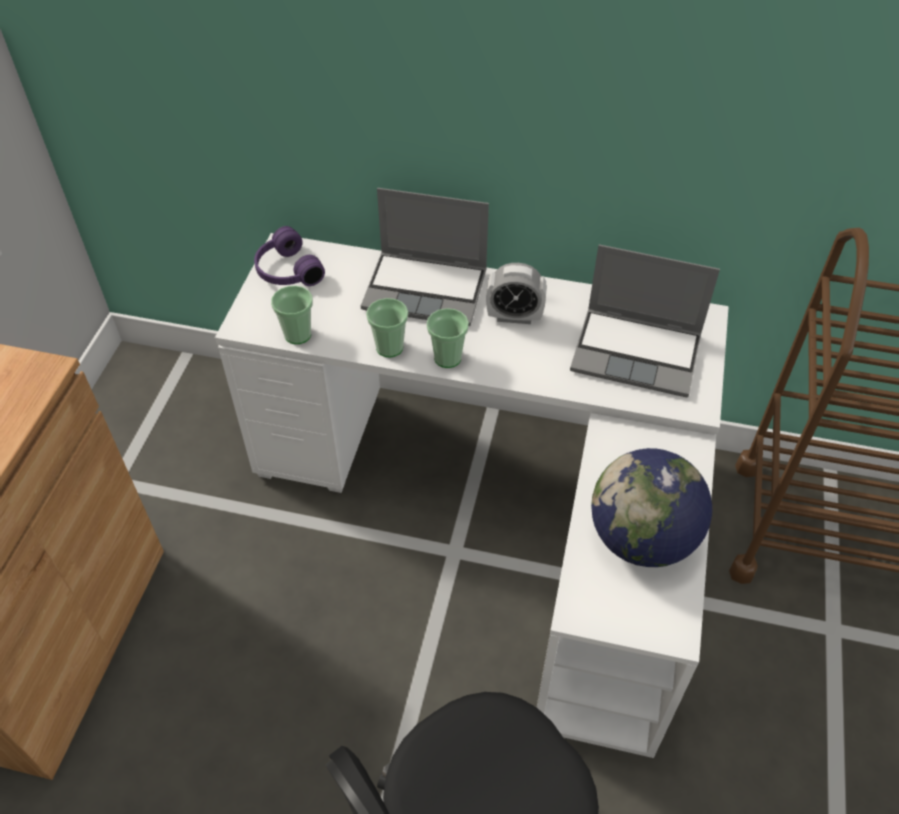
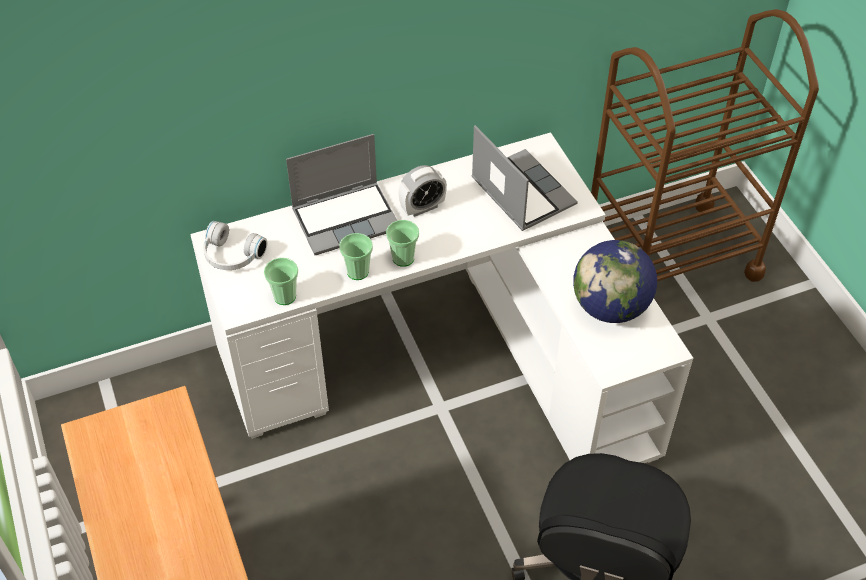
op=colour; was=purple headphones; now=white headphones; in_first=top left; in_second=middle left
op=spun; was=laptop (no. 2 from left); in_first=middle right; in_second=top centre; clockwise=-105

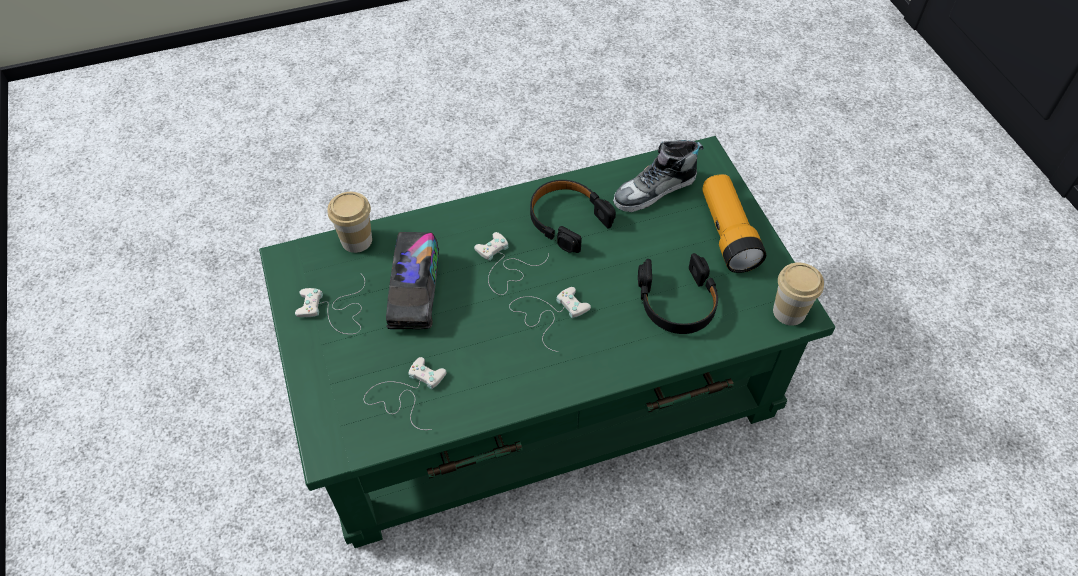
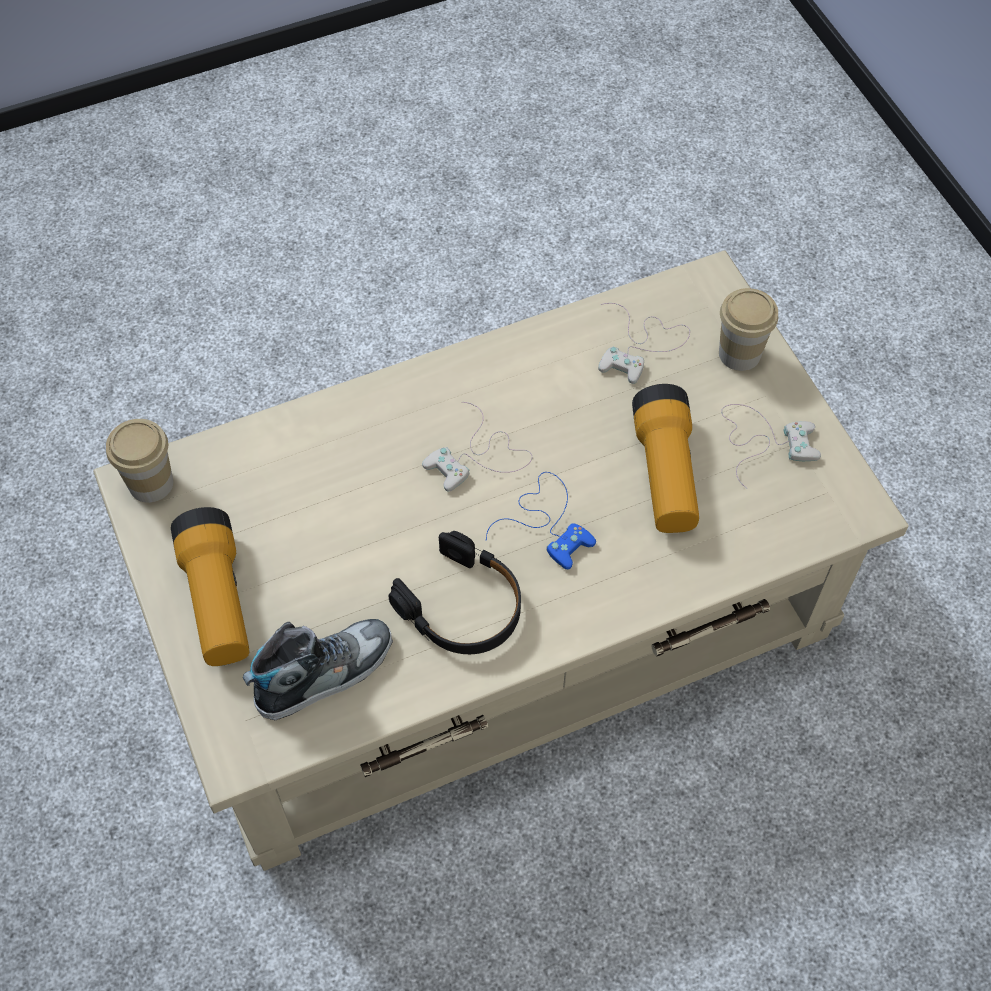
op=missing; was=black headphones (no. 2 from left); in_first=centre
op=relocated; was=cup (no. 1 from left in the first image); now=cup (no. 2 from left); in_first=middle left; in_second=top right
op=exchanged; was=toy truck; now=flashlight (no. 2 from left); in_first=centre; in_second=middle right
op=colour; was=green coffee table; now=beige coffee table; in_first=centre; in_second=centre
op=colour; was=white game controller (no. 3 from left); now=blue game controller; in_first=centre; in_second=centre

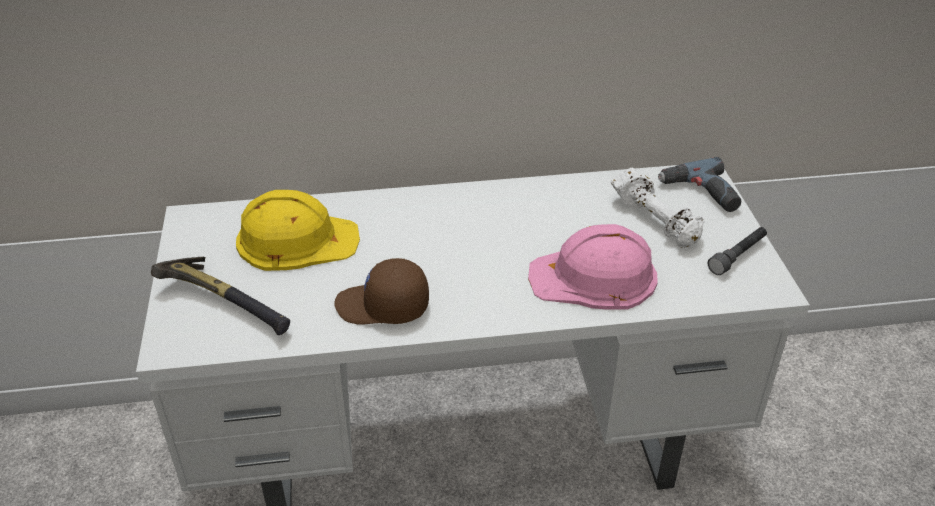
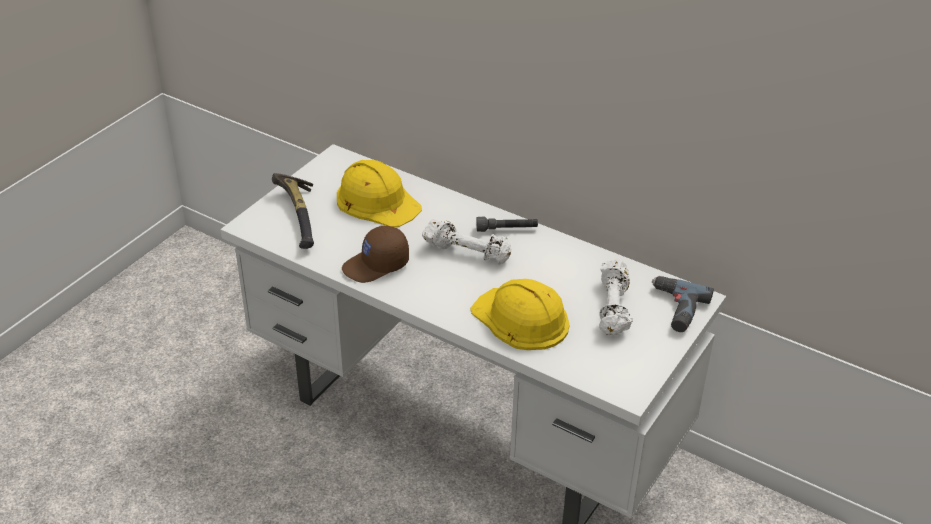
op=appeared; now=white dumbbell (no. 1 from left); in_second=centre
op=relocated; was=grey flashlight; in_first=middle right; in_second=centre
op=colour; was=pink hard hat; now=yellow hard hat (no. 2 from left); in_first=centre; in_second=centre
op=spun; was=brown cap; in_first=centre; in_second=centre; clockwise=-75

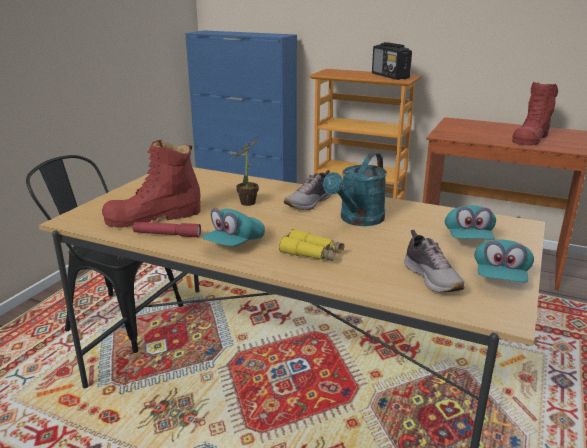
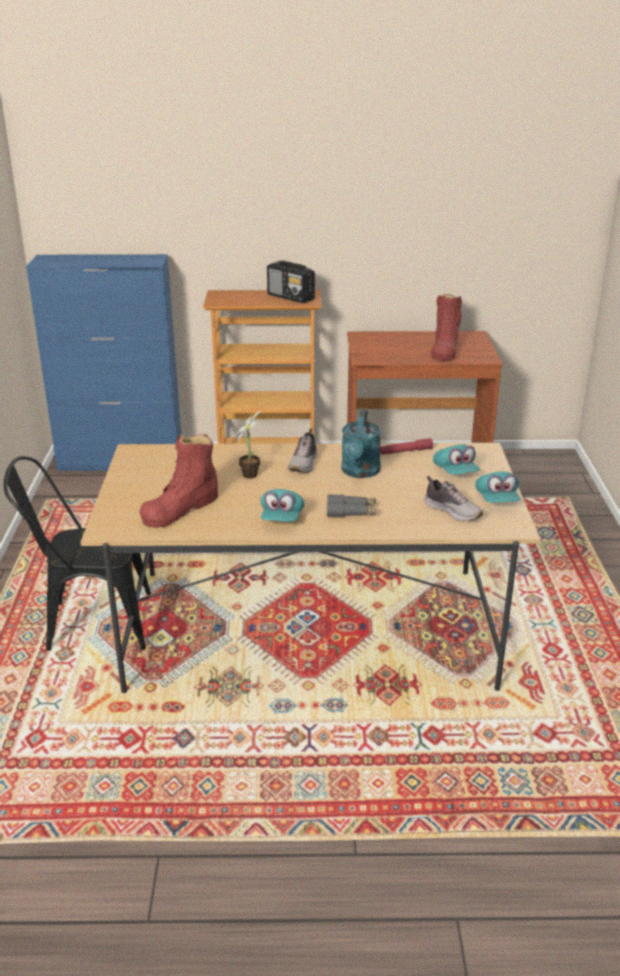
op=relocated; was=red flashlight; in_first=middle left; in_second=centre
op=colour; was=yellow binoculars; now=grey binoculars; in_first=centre; in_second=centre

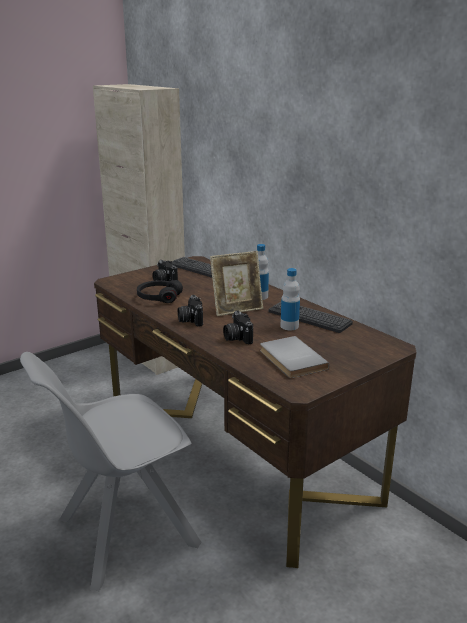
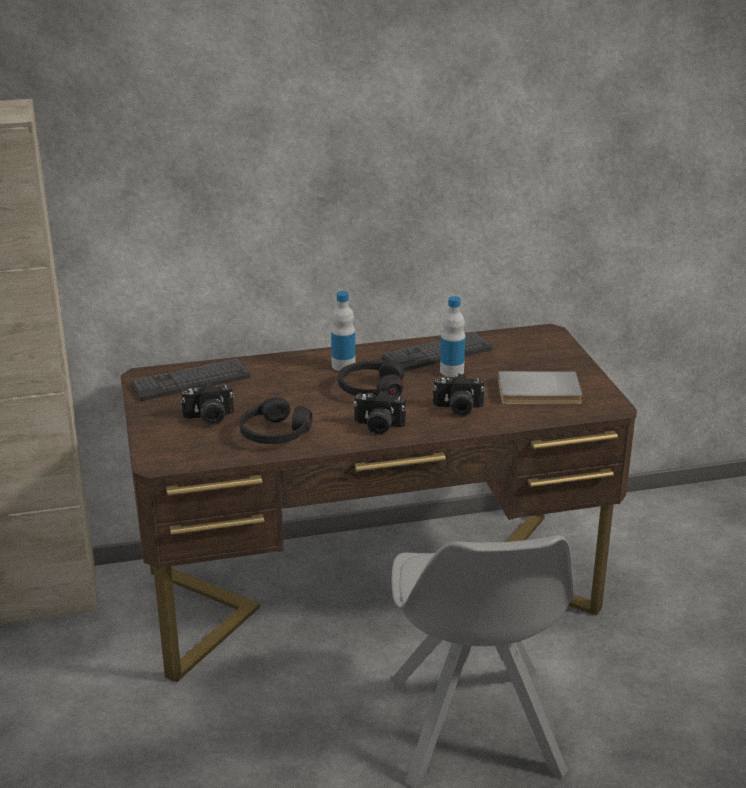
op=exchanged; was=picture frame; now=black headphones (no. 2 from left); in_first=centre; in_second=centre

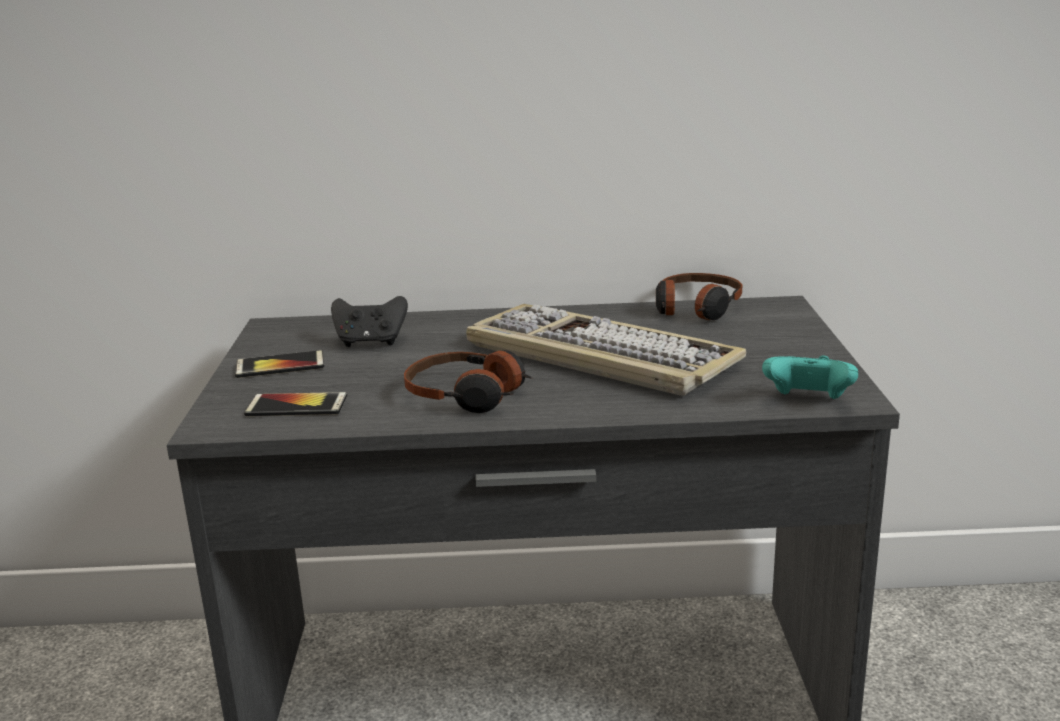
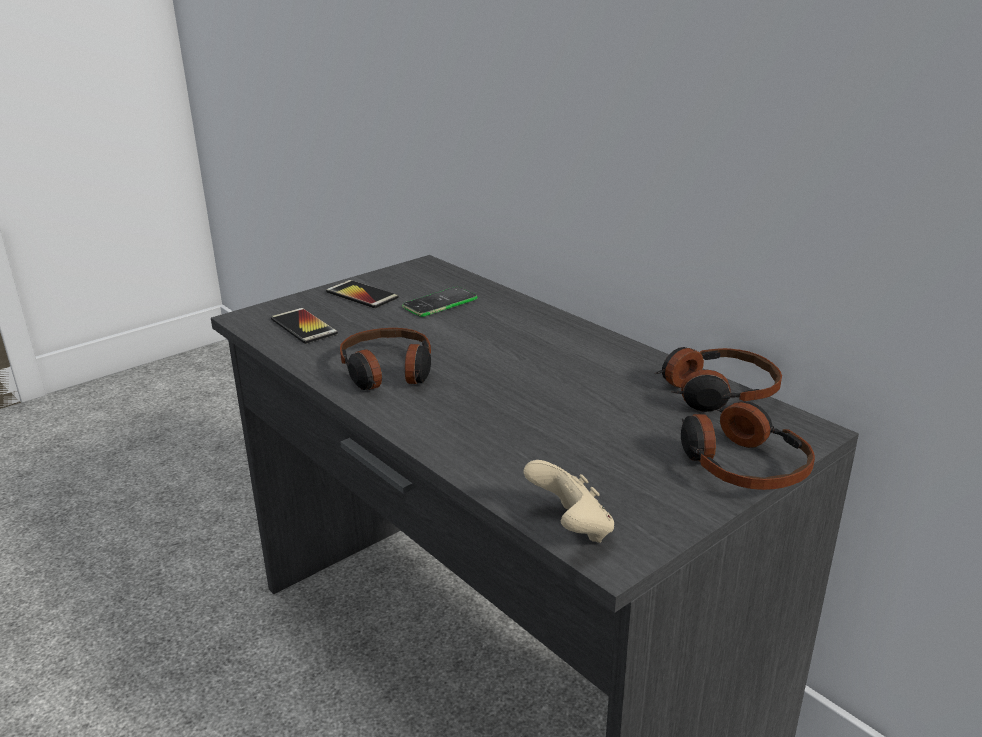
op=missing; was=keyboard; in_first=centre
op=appeared; now=headphones (no. 3 from left); in_second=middle right
op=exchanged; was=black game controller; now=phone (no. 3 from left); in_first=centre; in_second=centre
op=colour; was=turquoise game controller; now=beige game controller; in_first=middle right; in_second=bottom centre

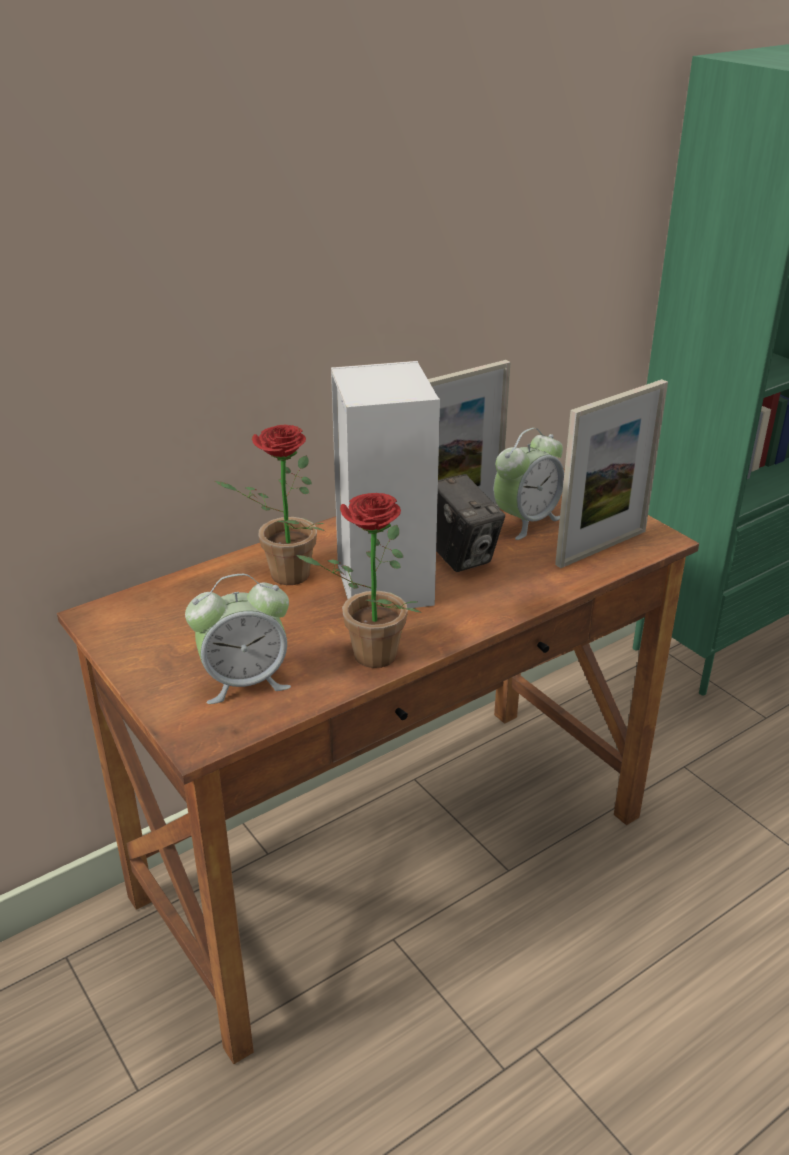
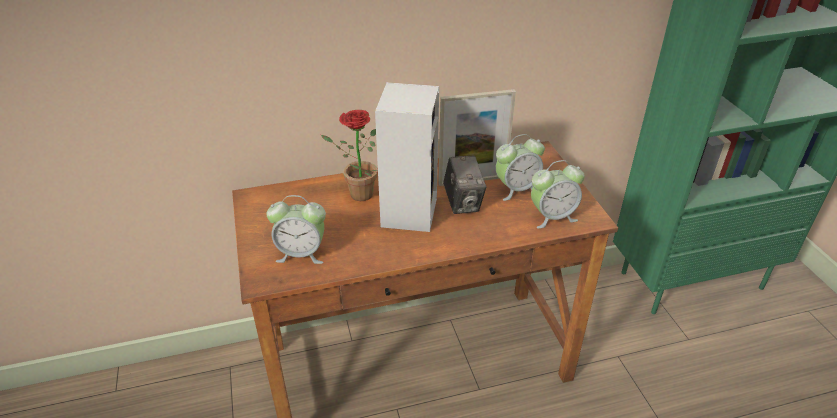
op=missing; was=potted plant (no. 2 from left); in_first=centre
op=exchanged; was=picture frame (no. 2 from left); now=alarm clock (no. 3 from left); in_first=middle right; in_second=middle right

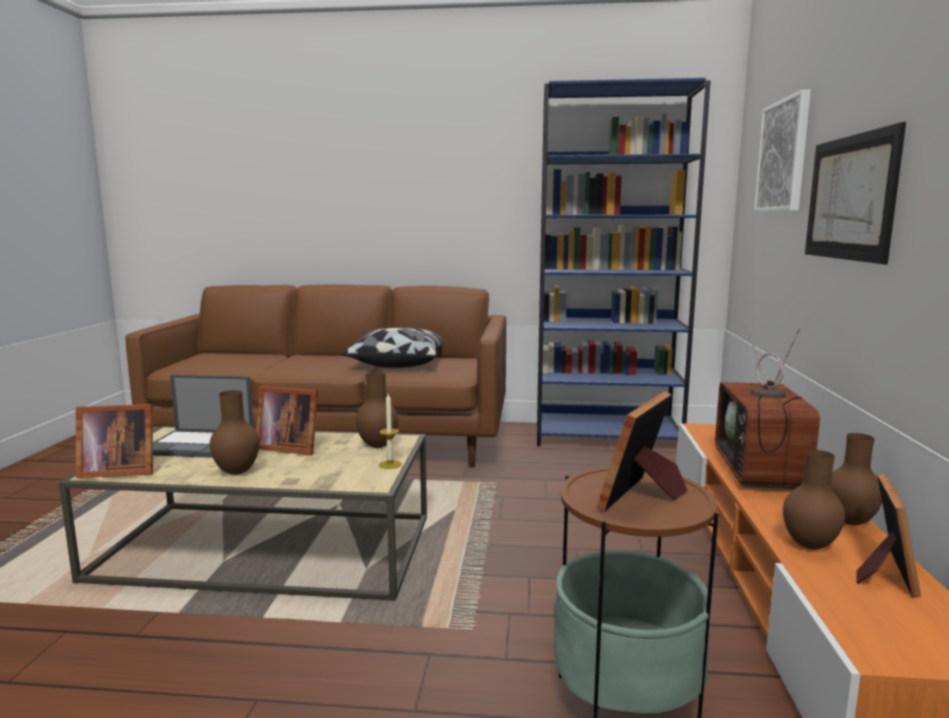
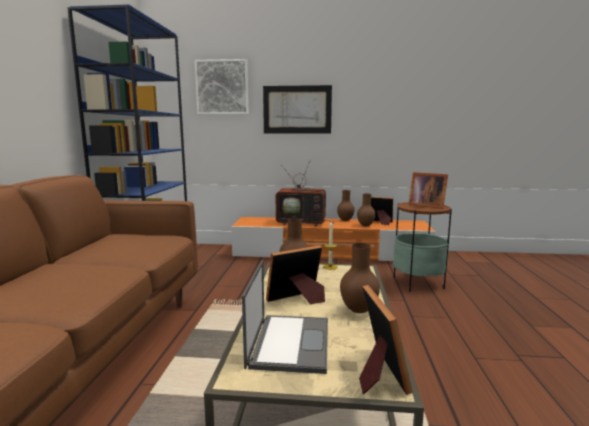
op=missing; was=pillow; in_first=centre
op=spun; was=picture frame (no. 2 from left in the first image); in_first=middle left; in_second=centre; clockwise=-135

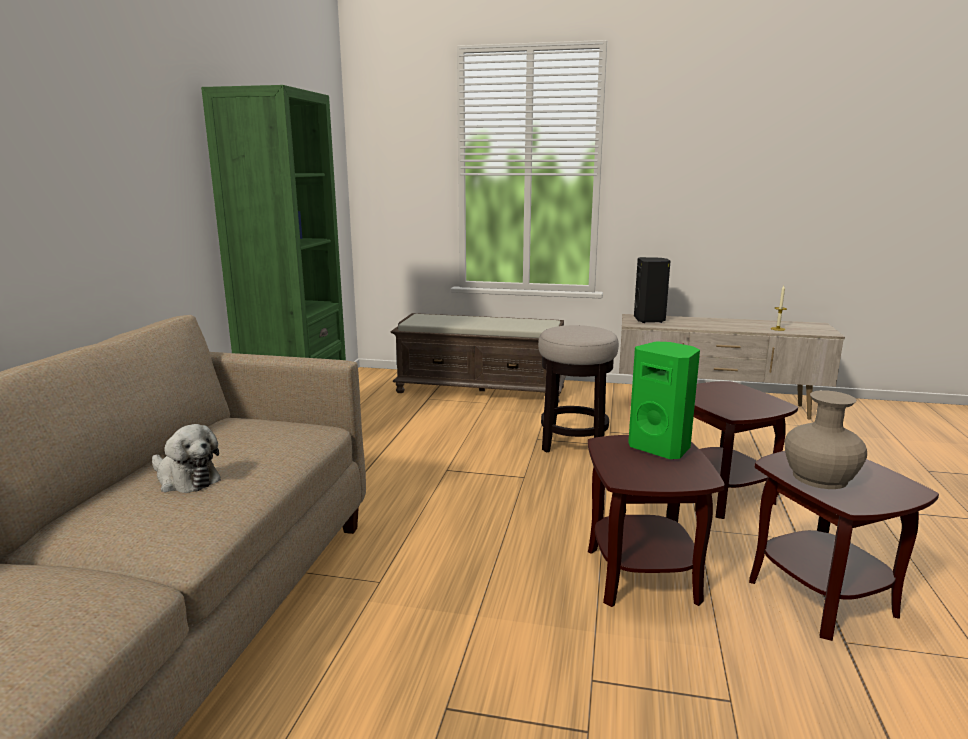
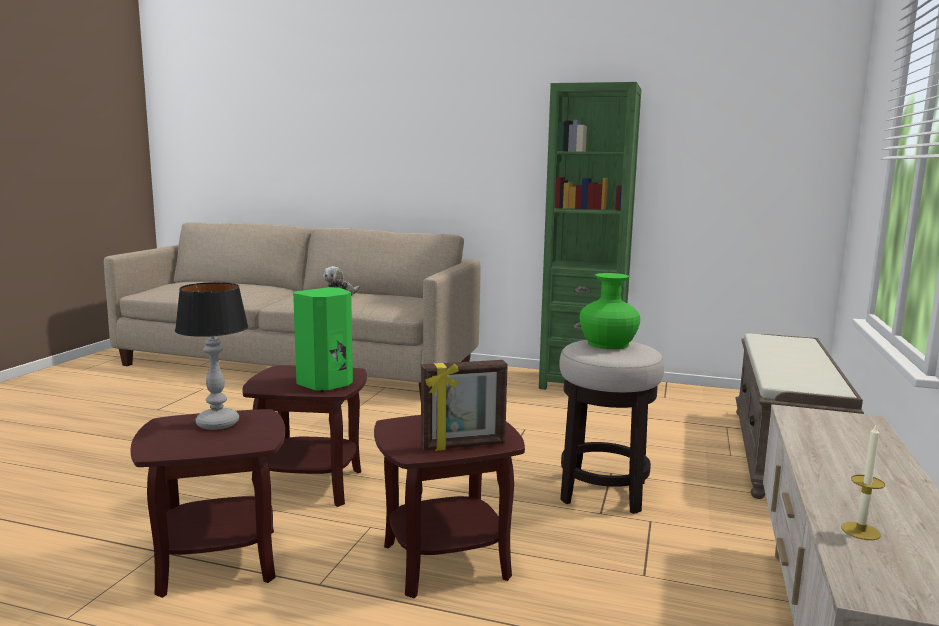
op=missing; was=black speaker; in_first=middle right
op=appeared; now=picture frame; in_second=centre
op=appeared; now=green vase; in_second=centre
op=exchanged; was=beige vase; now=table lamp; in_first=middle right; in_second=middle left

